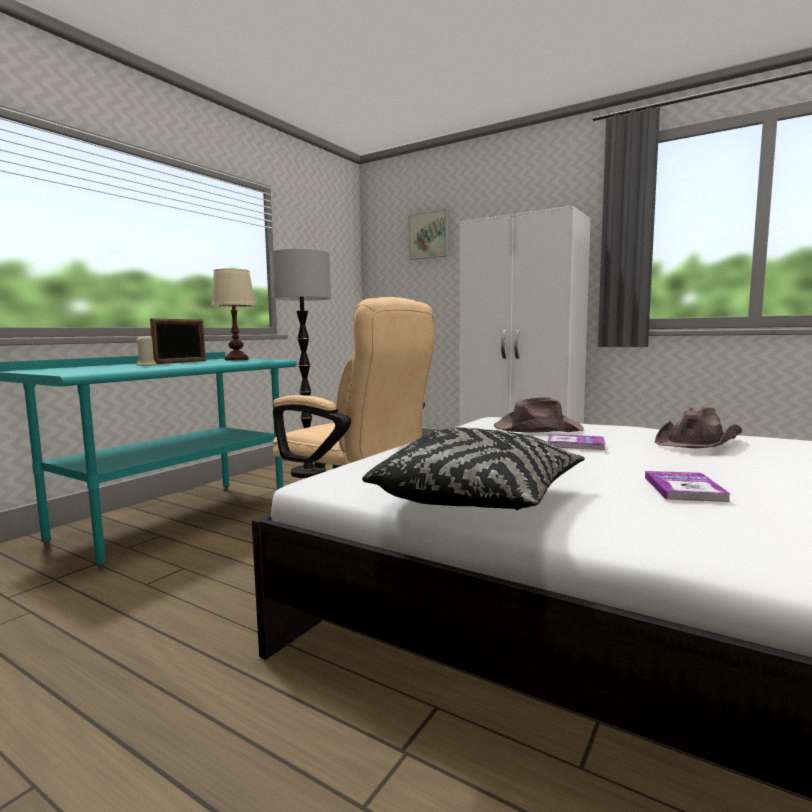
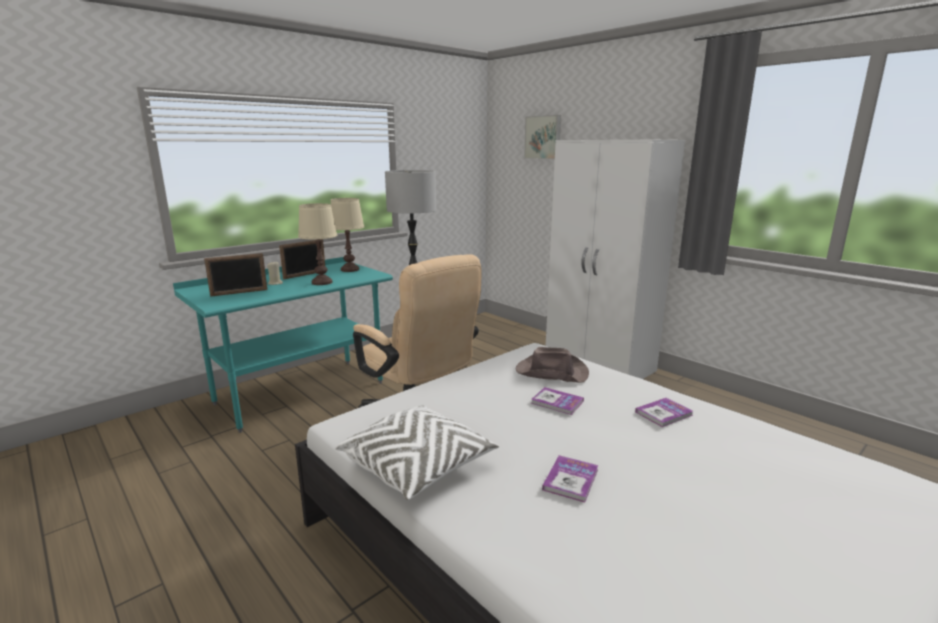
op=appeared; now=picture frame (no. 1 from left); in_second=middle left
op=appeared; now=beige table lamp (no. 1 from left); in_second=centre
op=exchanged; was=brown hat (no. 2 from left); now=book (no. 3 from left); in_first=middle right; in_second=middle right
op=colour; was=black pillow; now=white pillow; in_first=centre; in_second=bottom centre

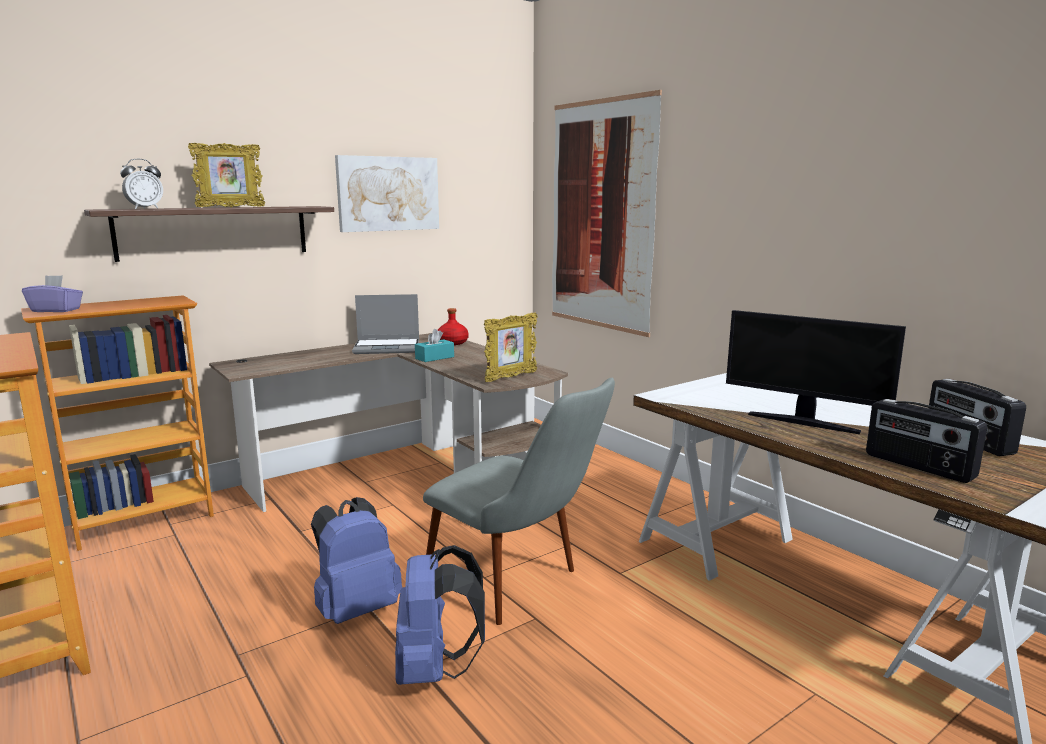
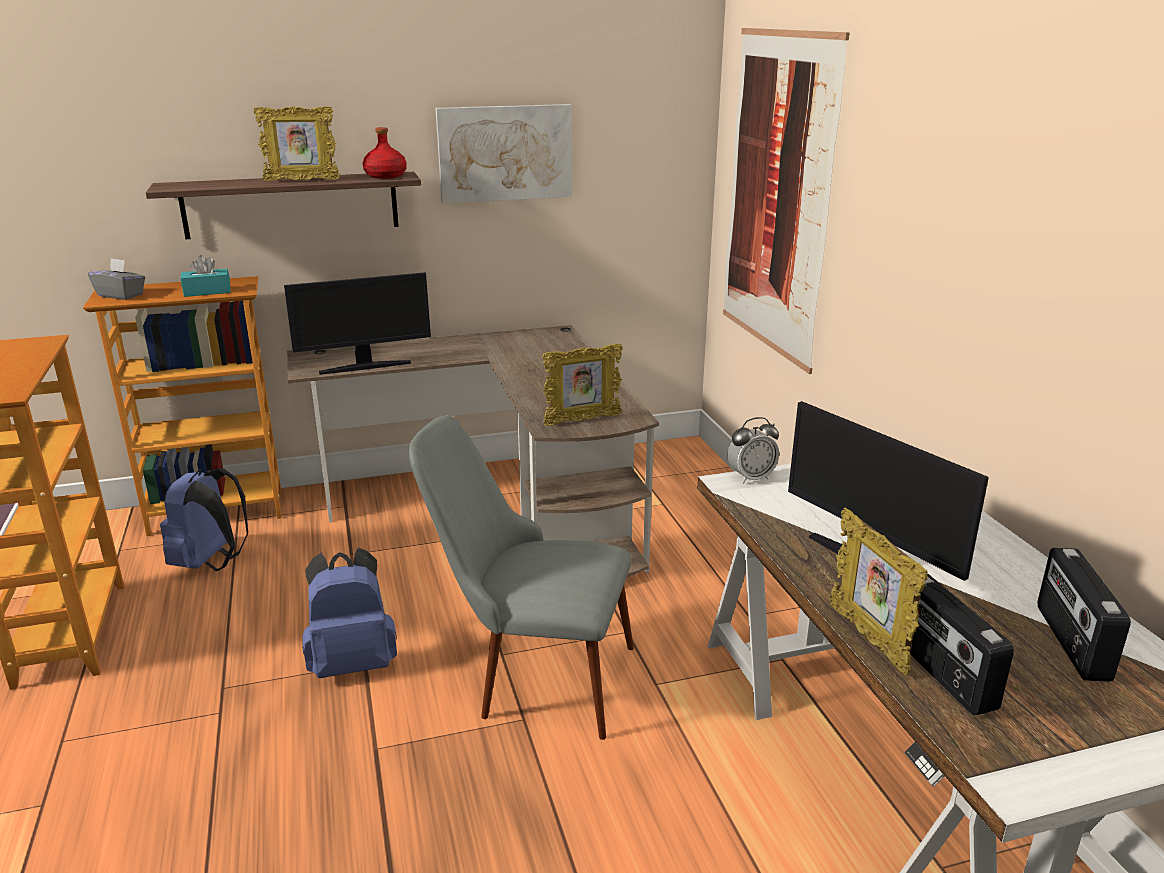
op=missing; was=laptop; in_first=centre
op=appeared; now=monitor (no. 1 from left); in_second=middle left
op=appeared; now=picture frame (no. 3 from left); in_second=bottom right
op=relocated; was=alarm clock; in_first=top left; in_second=centre
op=relocated; was=blue backpack (no. 2 from left in the first image); now=blue backpack (no. 1 from left); in_first=bottom centre; in_second=middle left
op=relocated; was=turquoise tissue box; in_first=centre; in_second=top left
op=relocated; was=red bottle; in_first=centre; in_second=top left
op=colour; was=purple tissue box; now=grey tissue box; in_first=middle left; in_second=top left
op=spun; was=grey chair; in_first=bottom centre; in_second=centre; clockwise=135

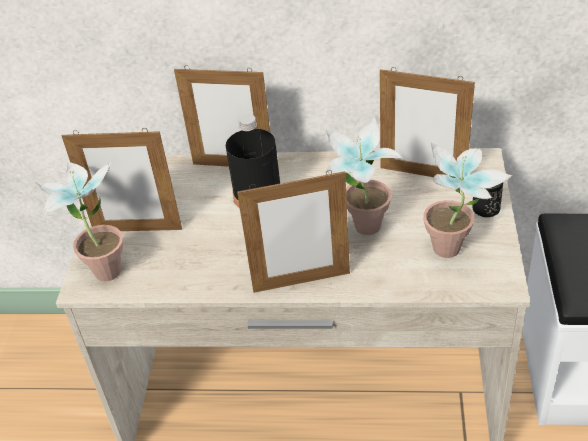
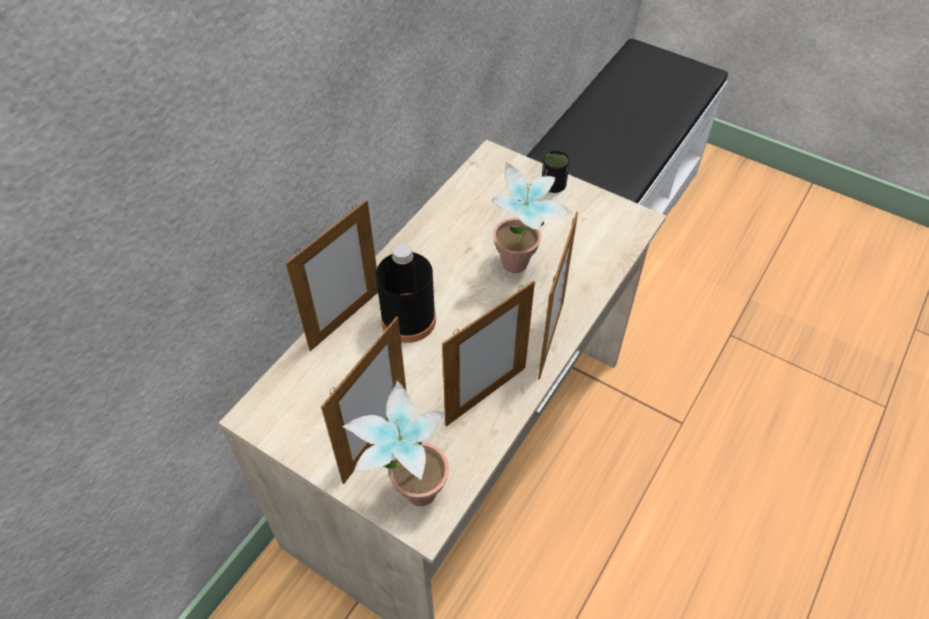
op=missing; was=potted plant (no. 3 from left); in_first=middle right
op=relocated; was=picture frame (no. 4 from left in the first image); now=picture frame (no. 3 from left); in_first=top right; in_second=centre

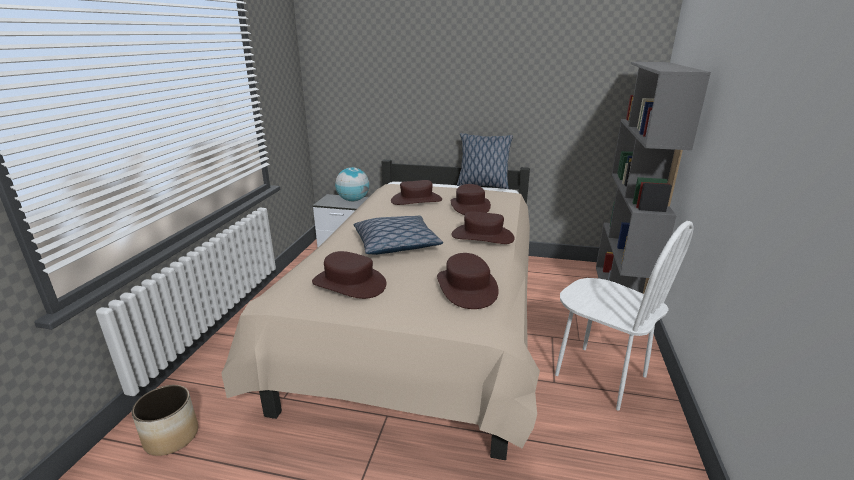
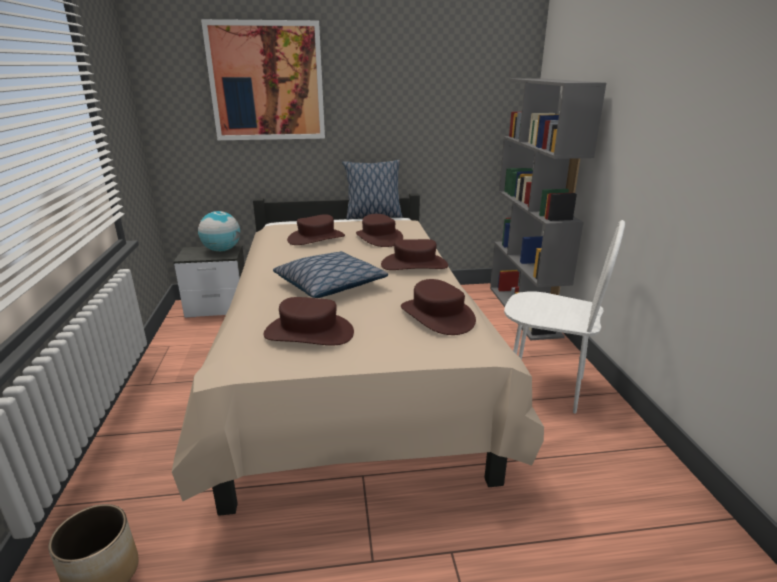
op=appeared; now=picture; in_second=top centre

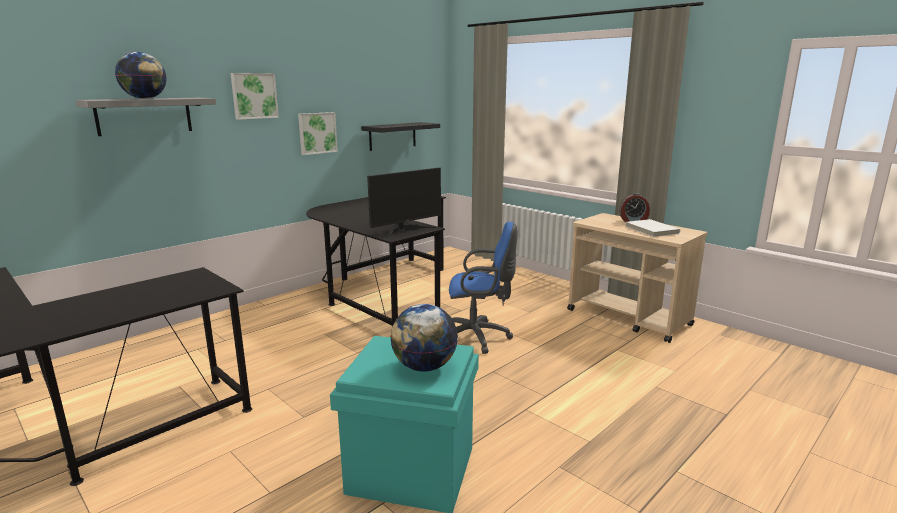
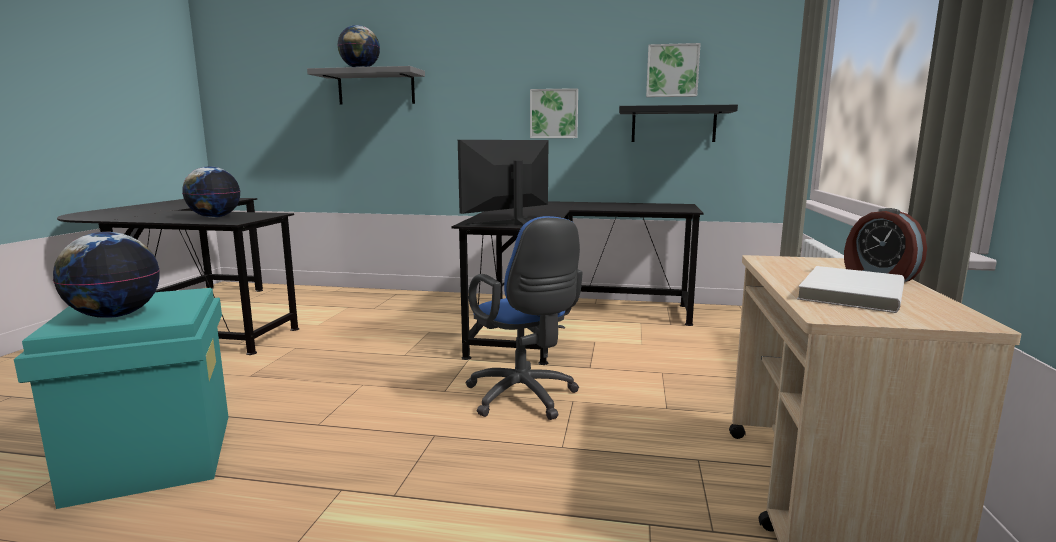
op=appeared; now=globe (no. 2 from left); in_second=middle left
op=relocated; was=picture (no. 1 from left in the first image); now=picture (no. 2 from left); in_first=top left; in_second=top centre
op=spun; was=monitor; in_first=centre; in_second=centre; clockwise=120

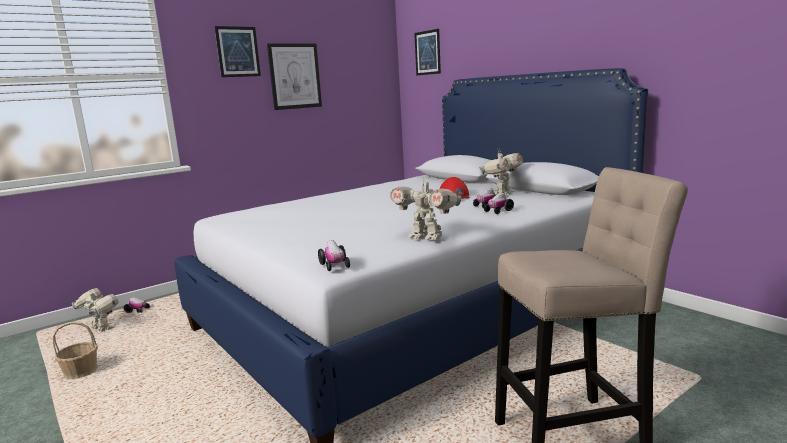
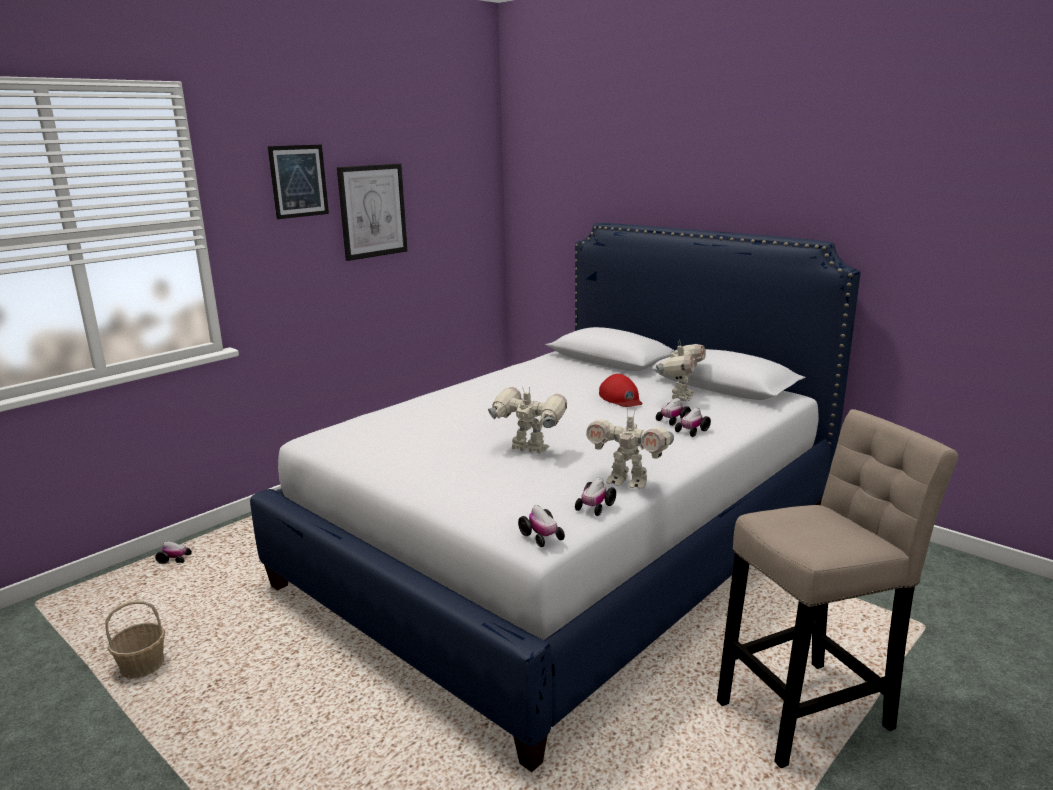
op=missing; was=picture (no. 3 from left); in_first=top centre
op=appeared; now=toy car (no. 3 from left); in_second=centre
op=relocated; was=toy robot (no. 1 from left); in_first=bottom left; in_second=centre

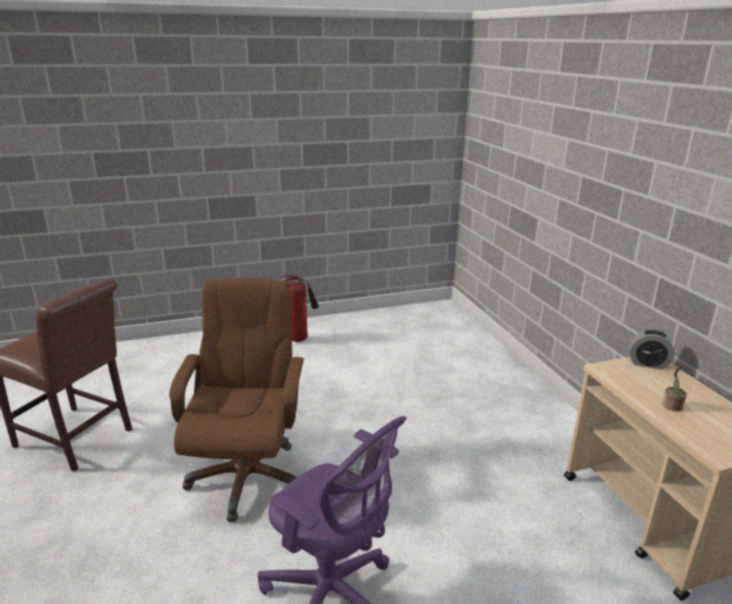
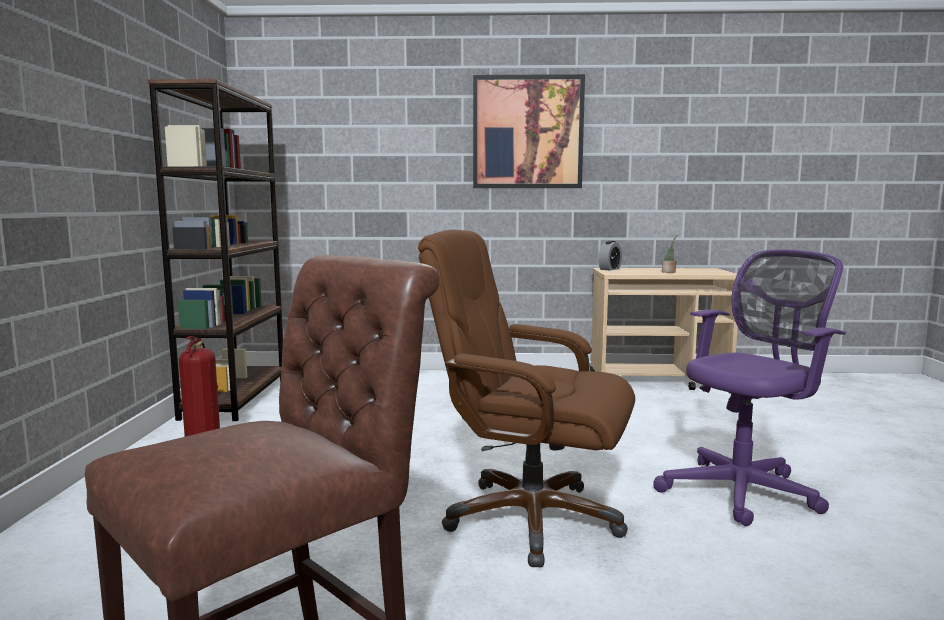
op=appeared; now=brown bookcase; in_second=middle left
op=appeared; now=picture; in_second=top centre

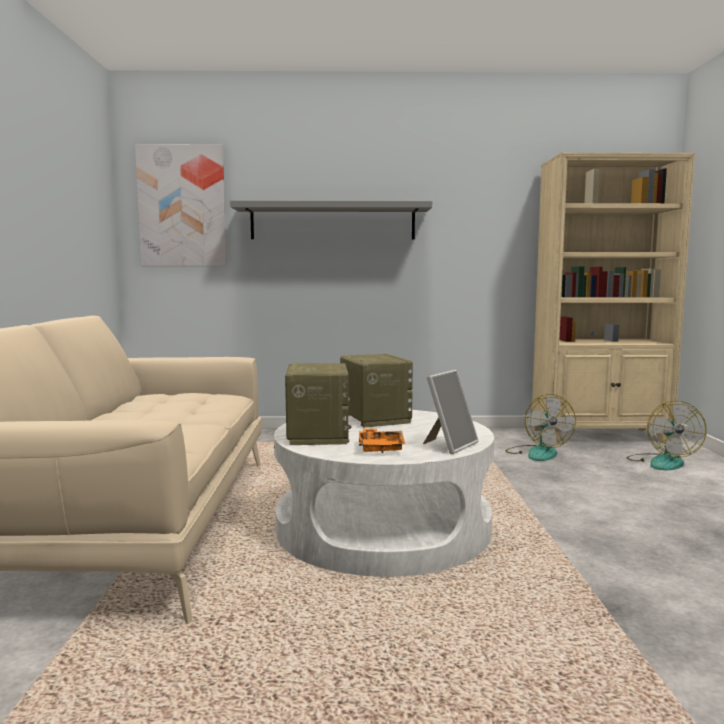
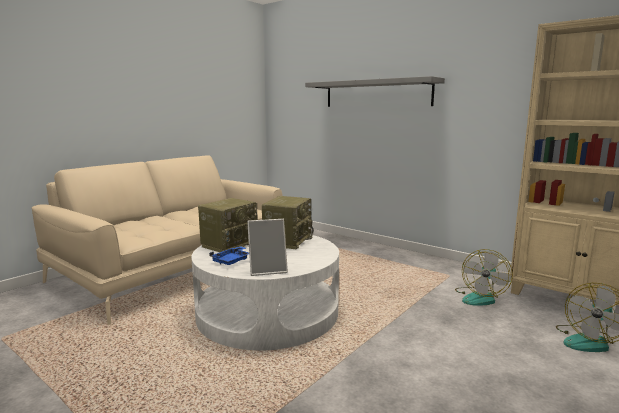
op=missing; was=picture; in_first=top left
op=colour; was=orange tray; now=blue tray; in_first=centre; in_second=centre

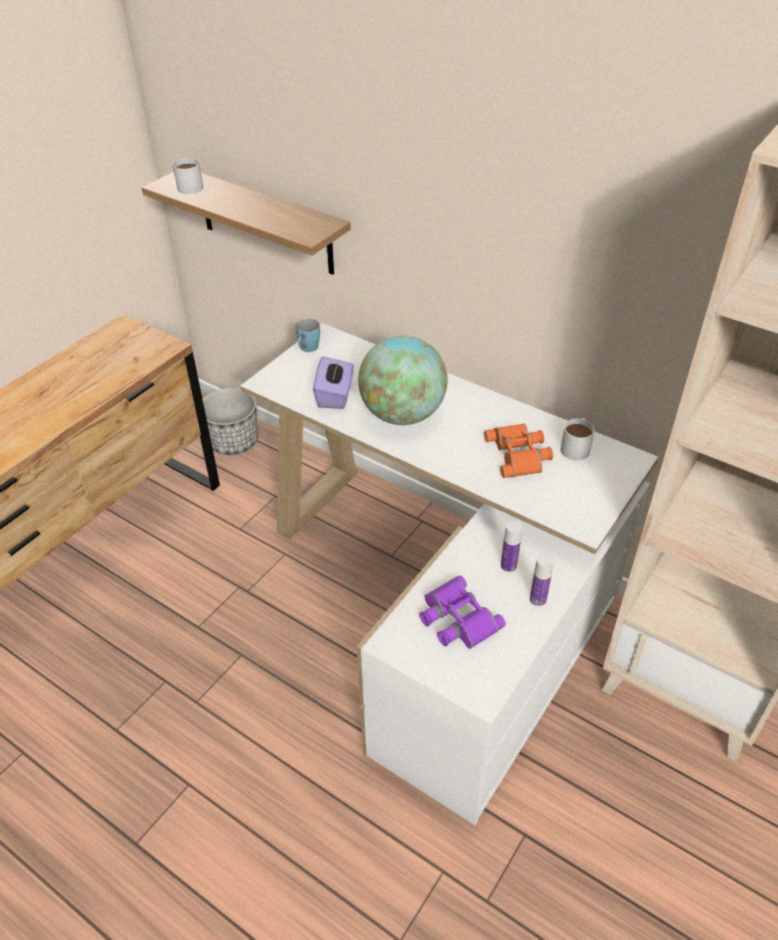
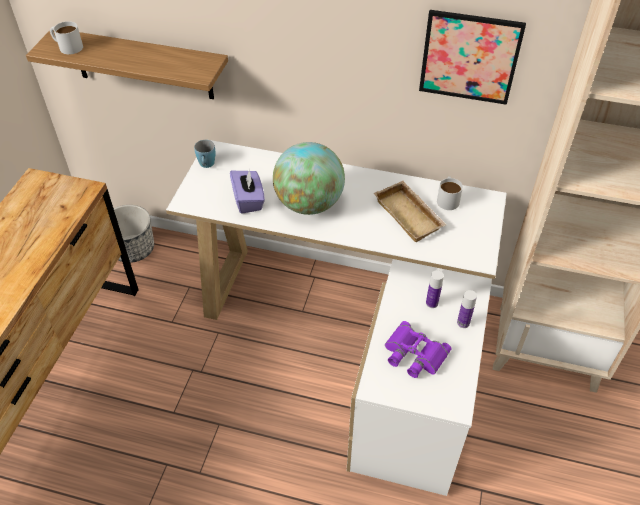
op=appeared; now=picture; in_second=top right
op=exchanged; was=orange binoculars; now=beige tray; in_first=centre; in_second=centre

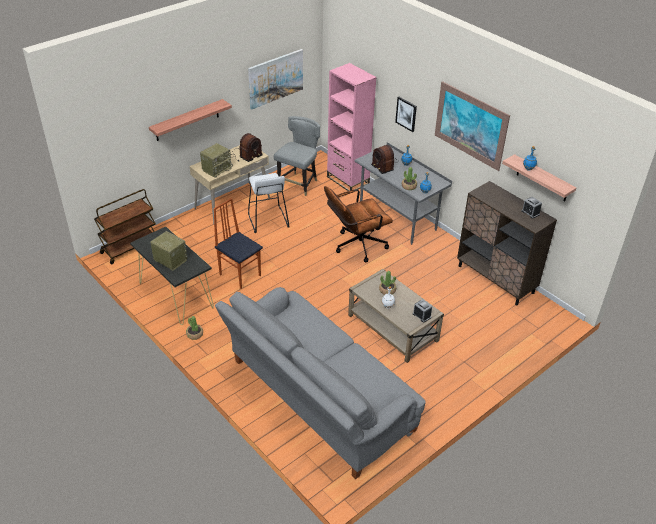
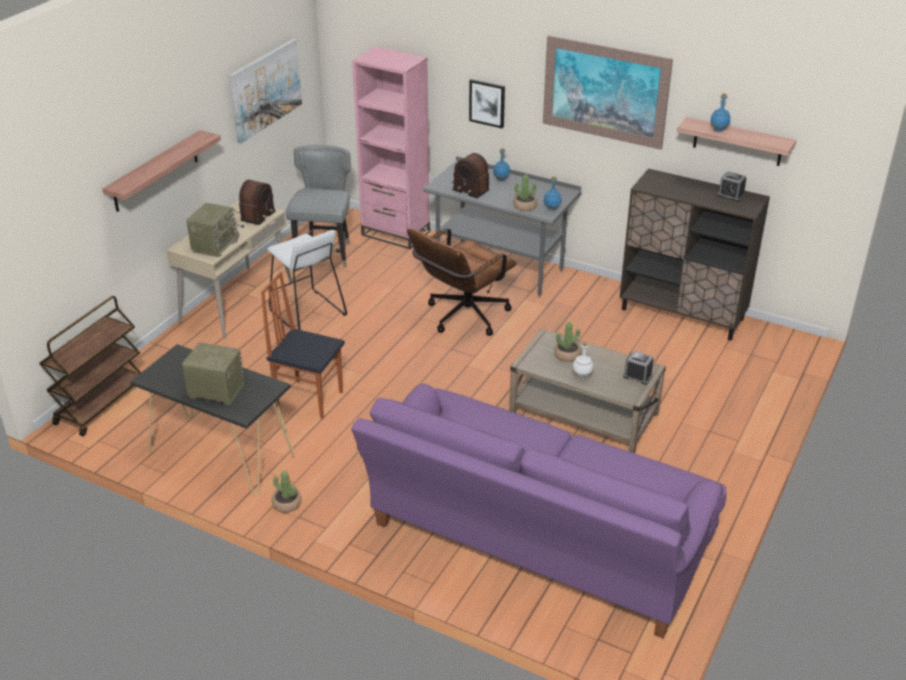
op=colour; was=grey sofa; now=purple sofa; in_first=bottom centre; in_second=bottom centre

